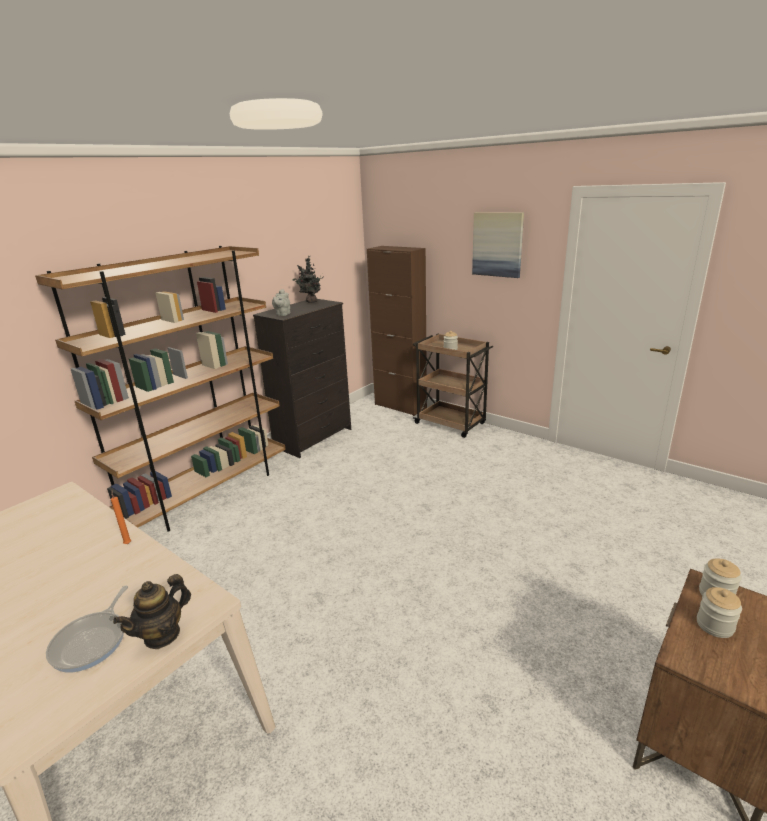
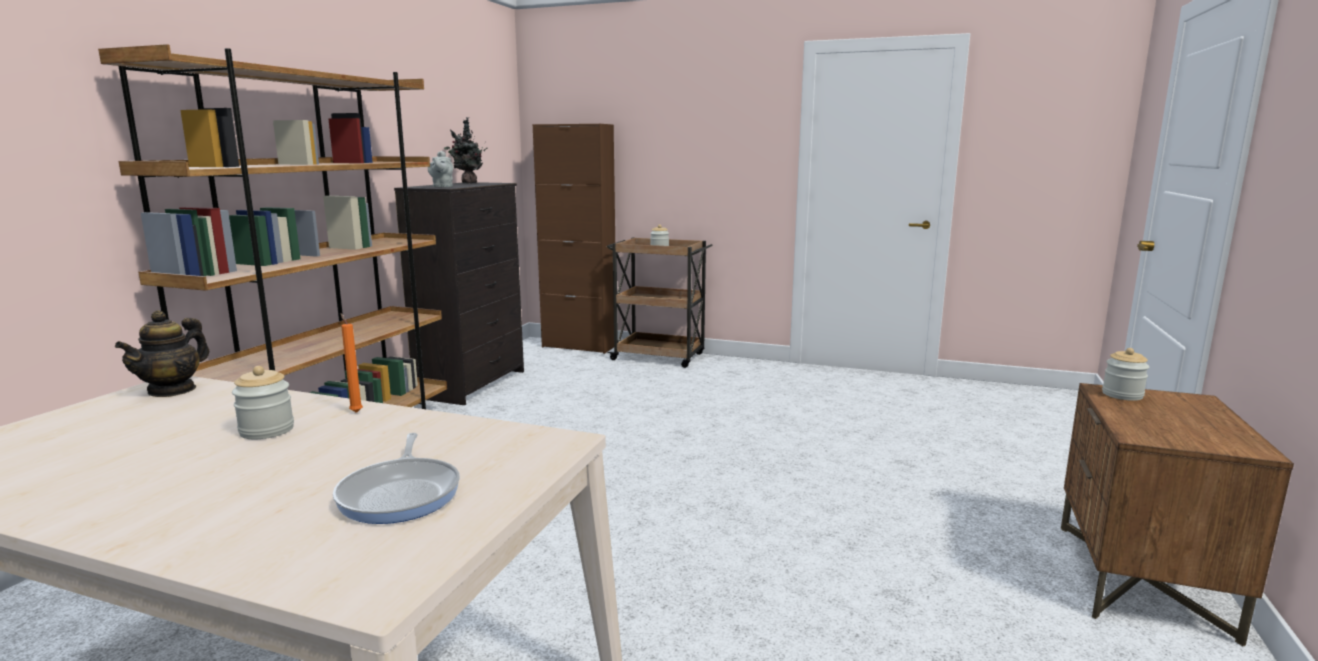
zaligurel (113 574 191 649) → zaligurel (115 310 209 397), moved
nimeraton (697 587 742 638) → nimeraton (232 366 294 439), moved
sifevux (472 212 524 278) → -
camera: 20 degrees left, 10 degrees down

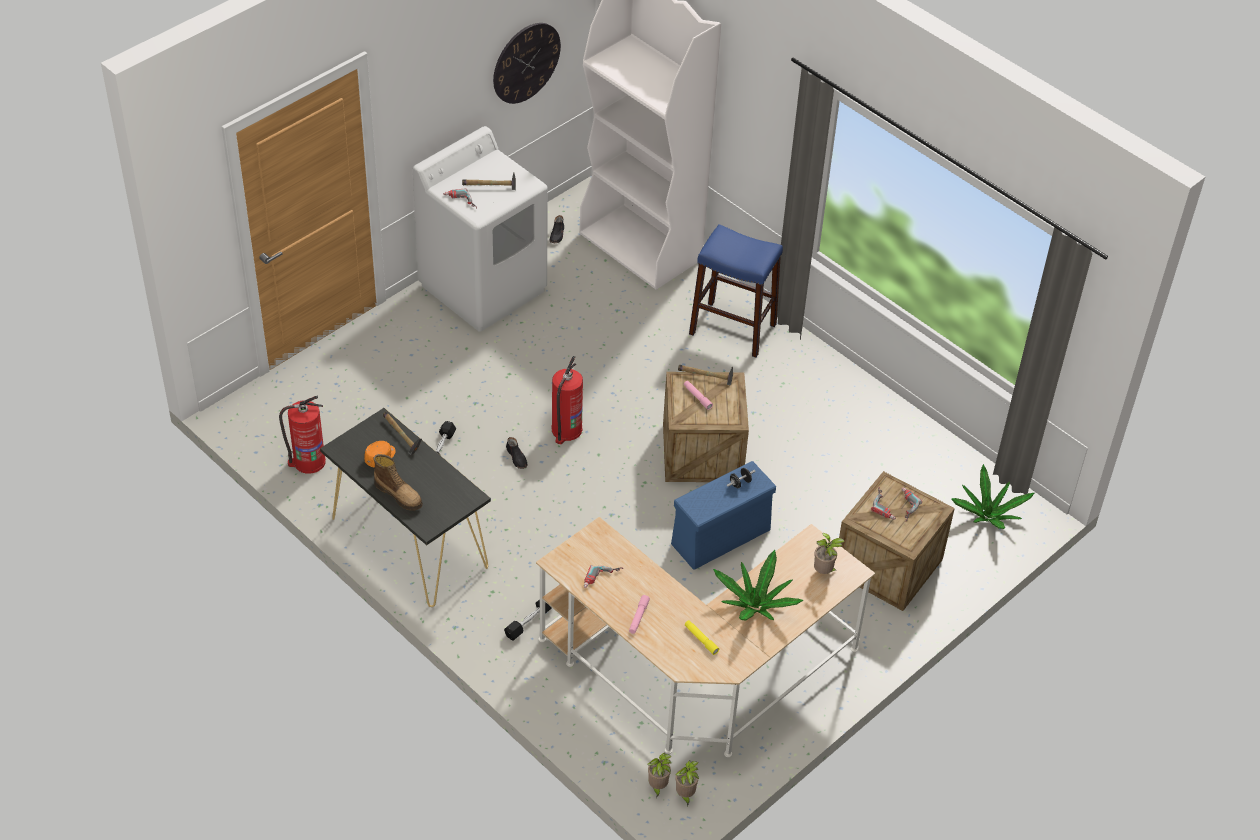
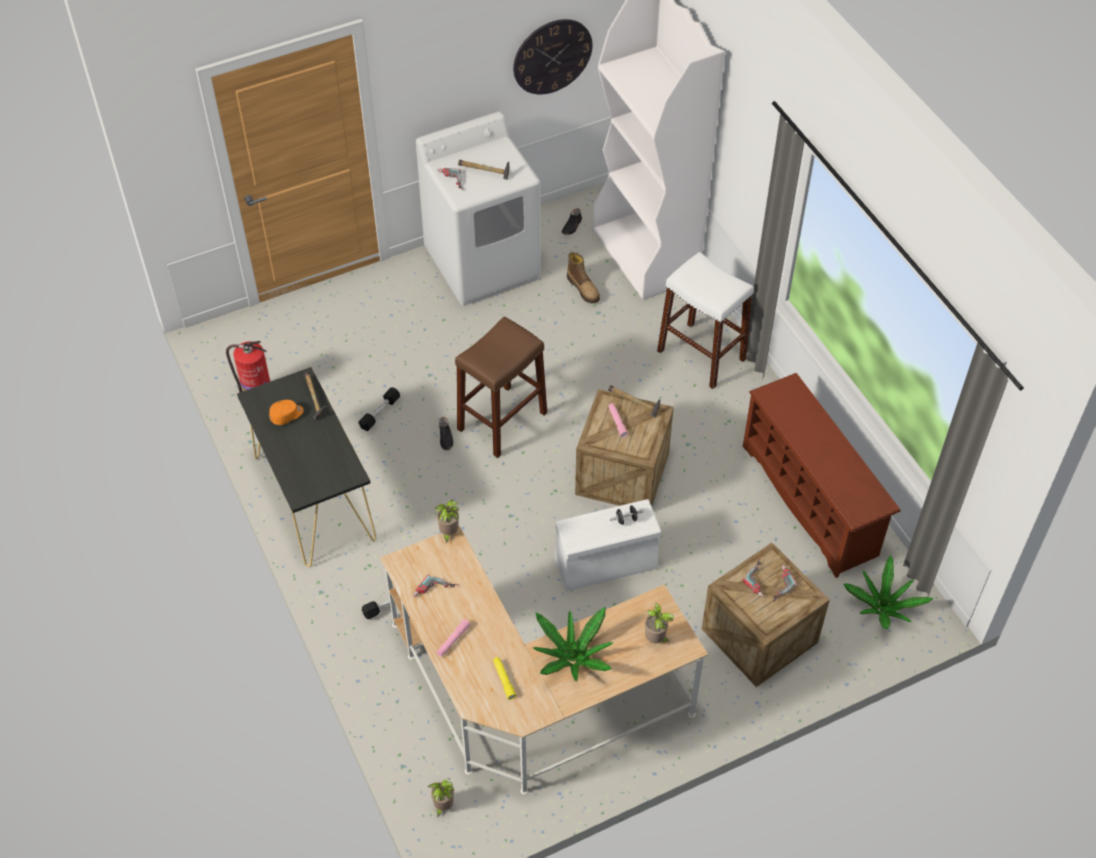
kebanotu (675 760 699 806) → kebanotu (435 500 459 543), moved
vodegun (552 356 583 444) → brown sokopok (455 316 547 458)
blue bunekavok (671 461 776 570) → white bunekavok (555 499 661 591)
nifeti (373 454 423 511) → nifeti (567 252 600 304), moved
blue sokopok (689 224 783 358) → white sokopok (657 252 754 389)
- → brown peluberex (743 373 901 578)
camera: 20 degrees right, 5 degrees up

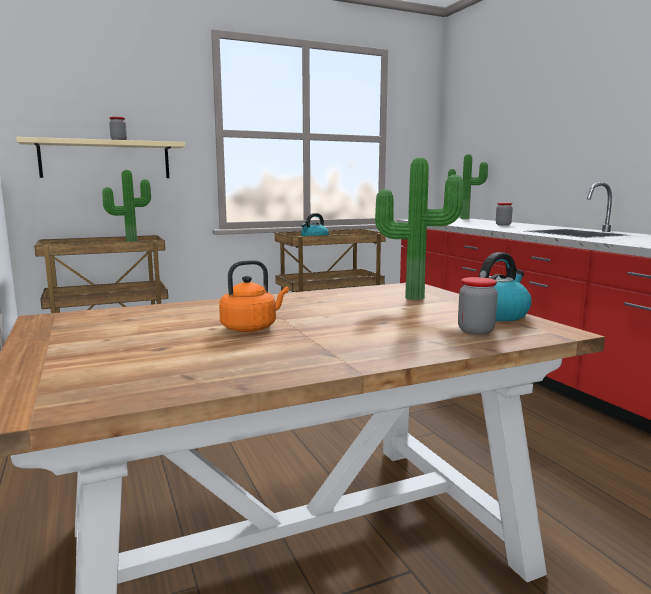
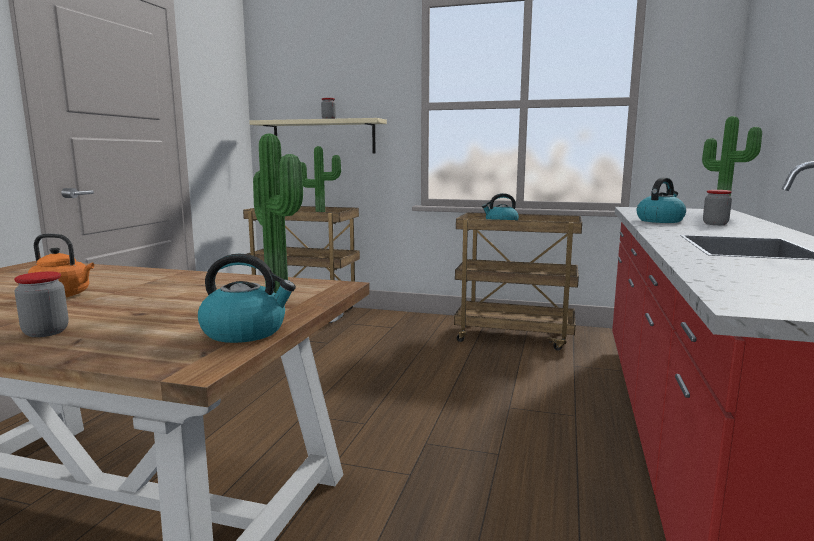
nimeraton (458 277 498 335) → nimeraton (14 271 69 337), moved
- → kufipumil (637 177 686 223)
camera: 40 degrees right, 0 degrees up

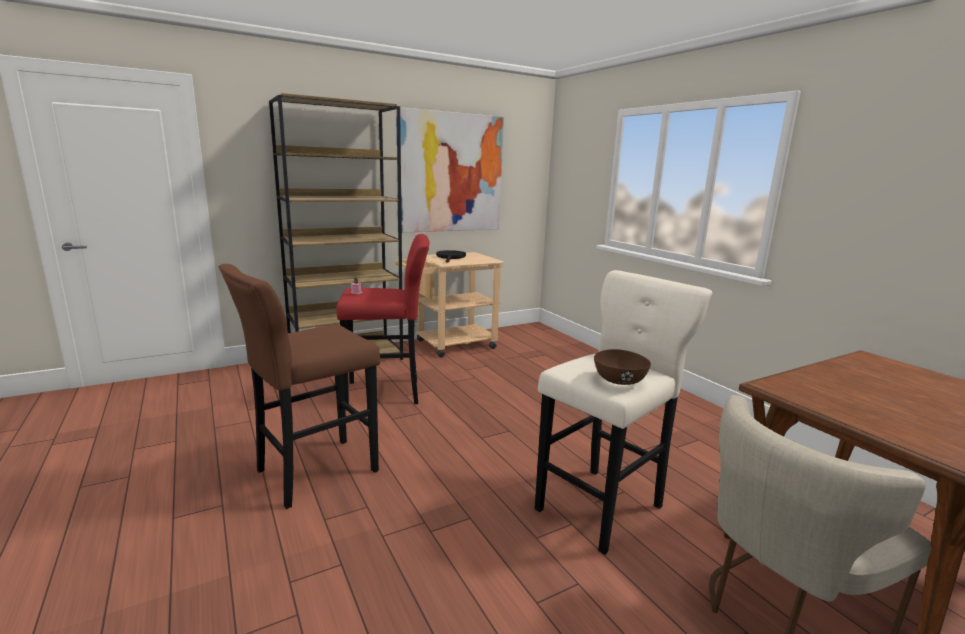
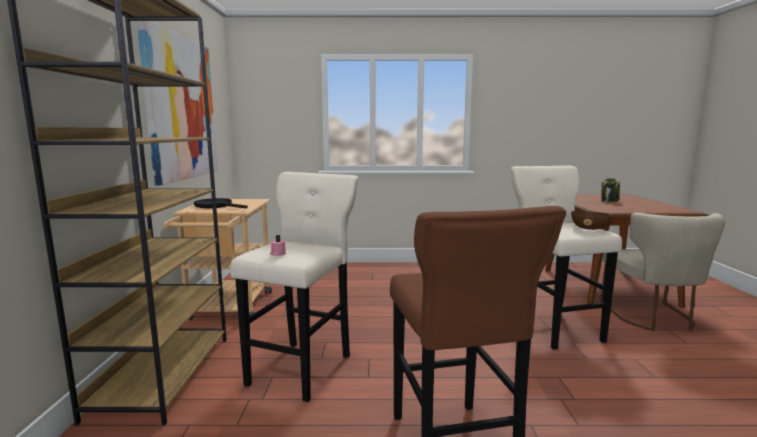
red sokopok (336 234 430 404) → beige sokopok (231 172 358 402)
- → nimeraton (602 178 620 202)
camera: 60 degrees left, 5 degrees down

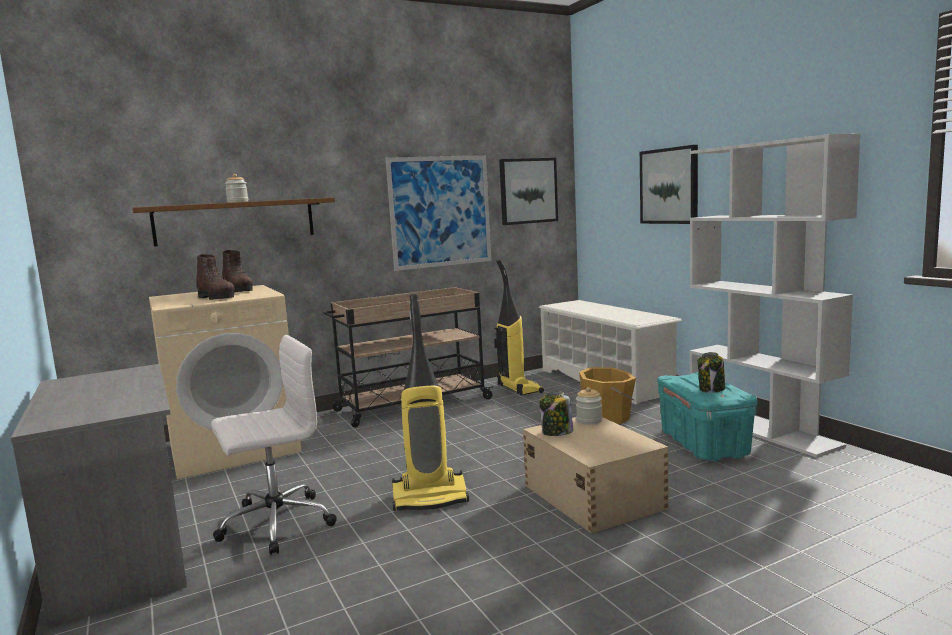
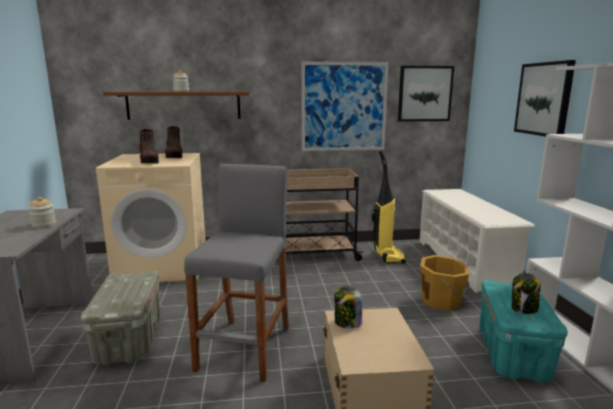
nimeraton (576 387 602 425) → nimeraton (28 197 56 228), moved
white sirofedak (211 335 337 555) → grey bunekavok (81 271 160 366)
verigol (392 294 469 511) → grey sokopok (184 164 289 382)
camera: 20 degrees right, 5 degrees up

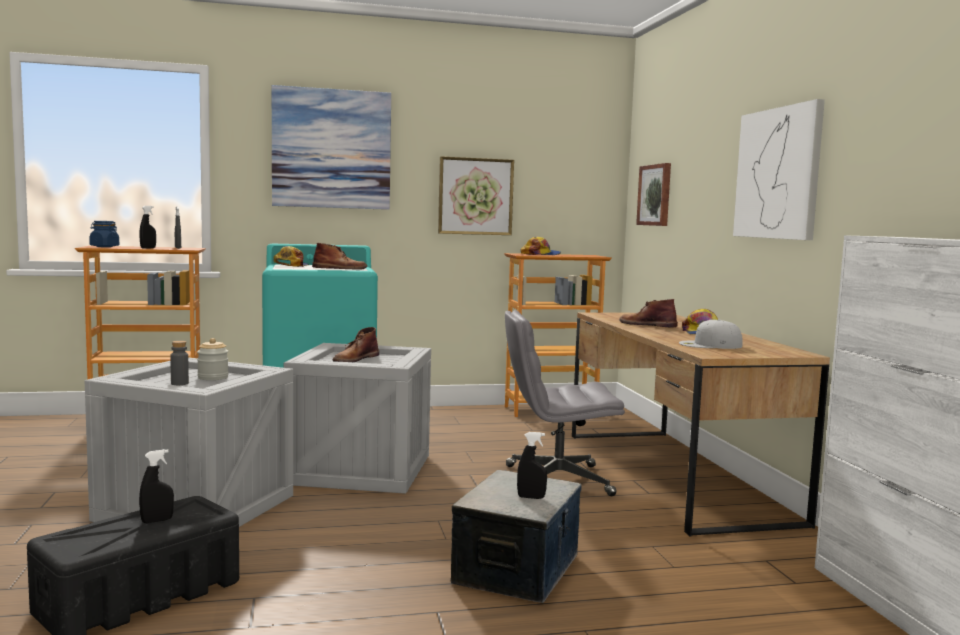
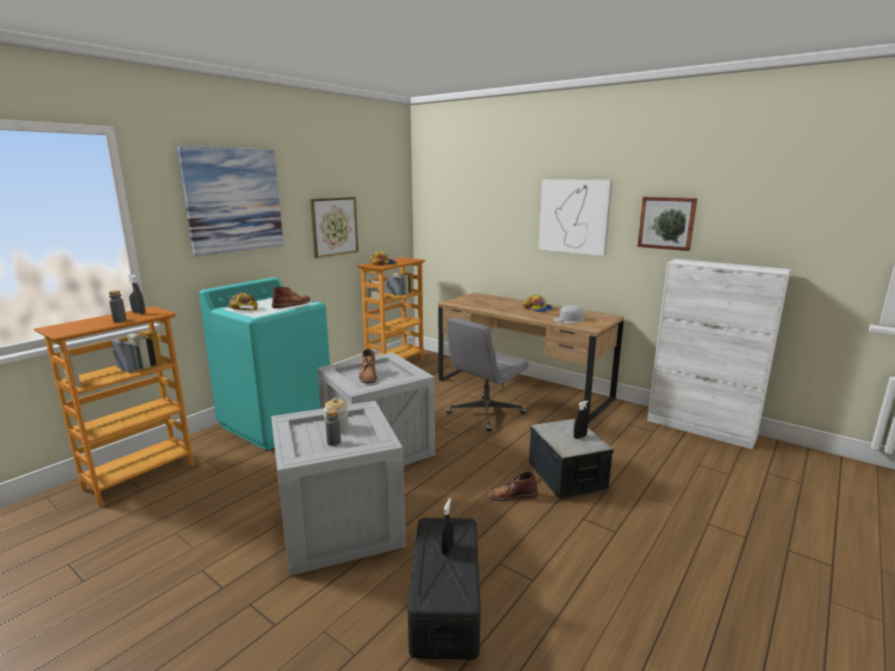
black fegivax (139 206 156 249) → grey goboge (109 290 127 322)
brown nifeti (619 299 678 327) → brown nifeti (487 471 538 501), moved
sifevux (636 163 671 226) → sifevux (638 197 697 251), moved
blue nimeraton (89 221 119 247) → -
camera: 40 degrees left, 10 degrees up

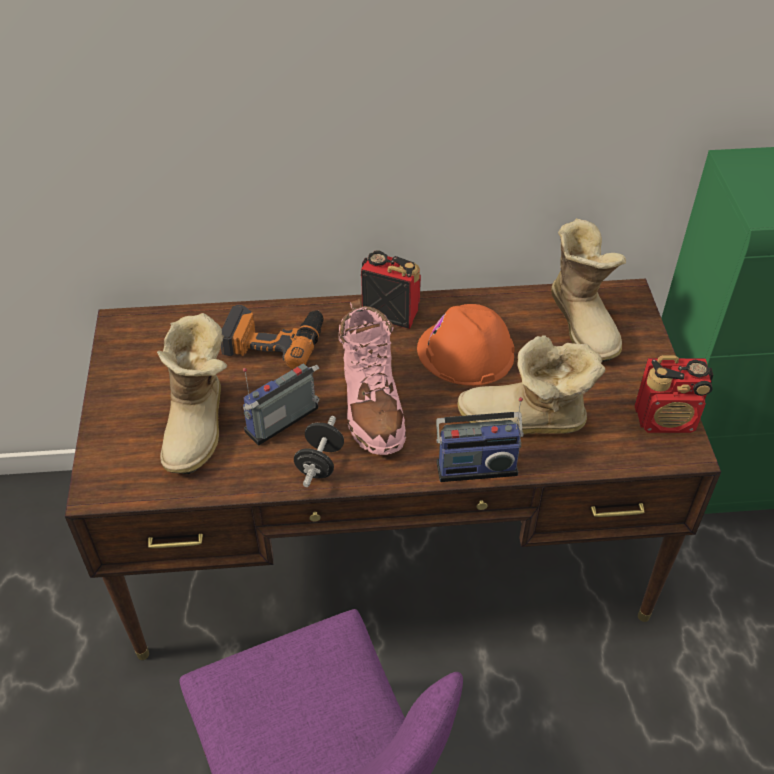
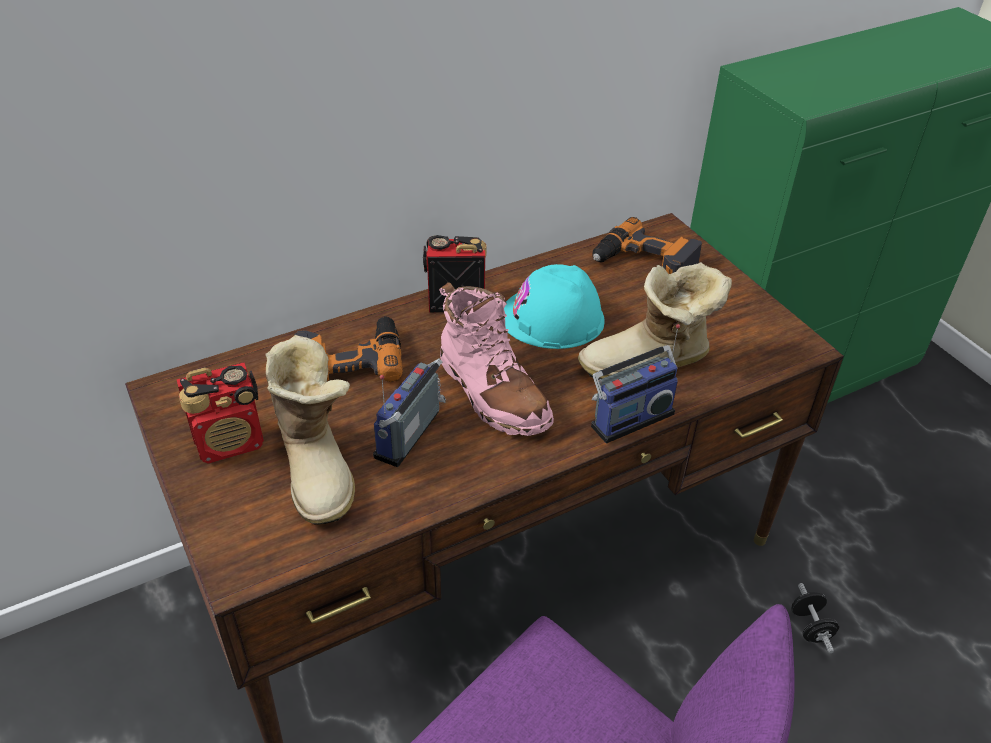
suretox (634 355 713 433) → suretox (177 362 264 464), moved
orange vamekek (417 304 515 386) → turquoise vamekek (504 264 604 349)
nifeti (551 218 626 362) → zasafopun (592 217 702 274)
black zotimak (294 416 344 487) → black zotimak (791 583 839 653), moved
camera: 25 degrees left, 5 degrees down

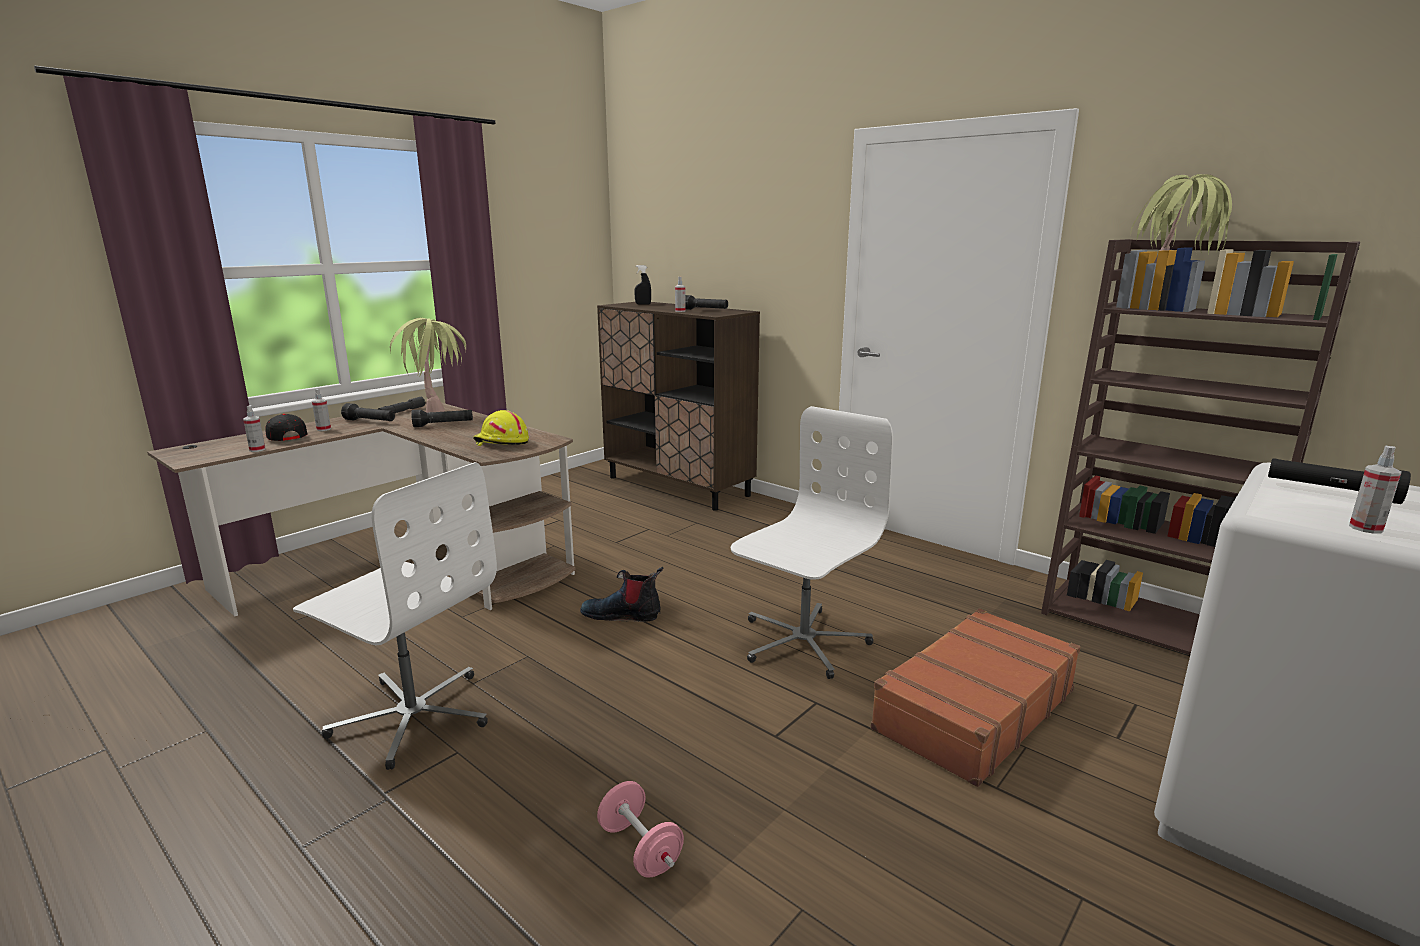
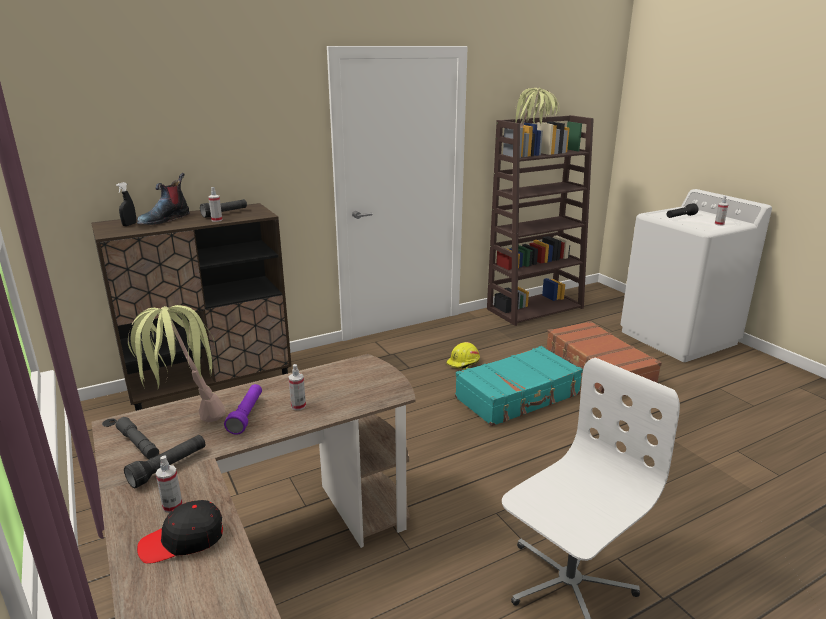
nifeti (580 567 663 622) → nifeti (137 173 190 225), moved
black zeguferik (411 410 473 427) → purple zeguferik (224 384 262 435)
fegivax (243 405 266 452) → fegivax (288 364 306 410), moved
yellow vamekek (473 410 529 446) → yellow vamekek (446 342 480 370), moved
white sirofedak (731 406 893 679) → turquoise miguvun (455 346 583 426)
pink zotimak (597 781 684 878) → -
camera: 70 degrees left, 5 degrees up

